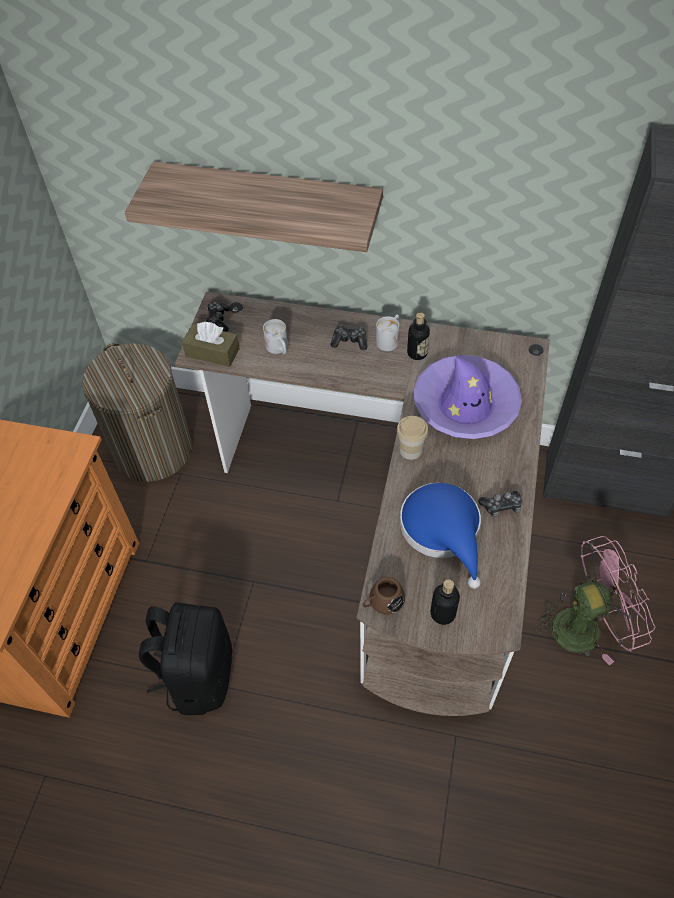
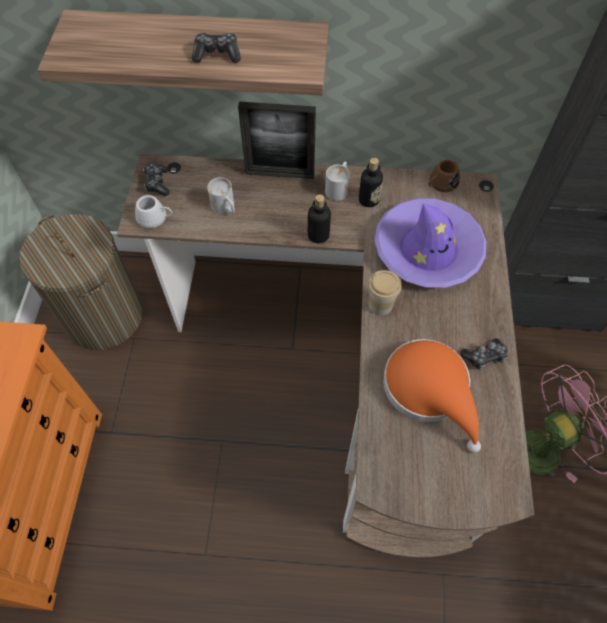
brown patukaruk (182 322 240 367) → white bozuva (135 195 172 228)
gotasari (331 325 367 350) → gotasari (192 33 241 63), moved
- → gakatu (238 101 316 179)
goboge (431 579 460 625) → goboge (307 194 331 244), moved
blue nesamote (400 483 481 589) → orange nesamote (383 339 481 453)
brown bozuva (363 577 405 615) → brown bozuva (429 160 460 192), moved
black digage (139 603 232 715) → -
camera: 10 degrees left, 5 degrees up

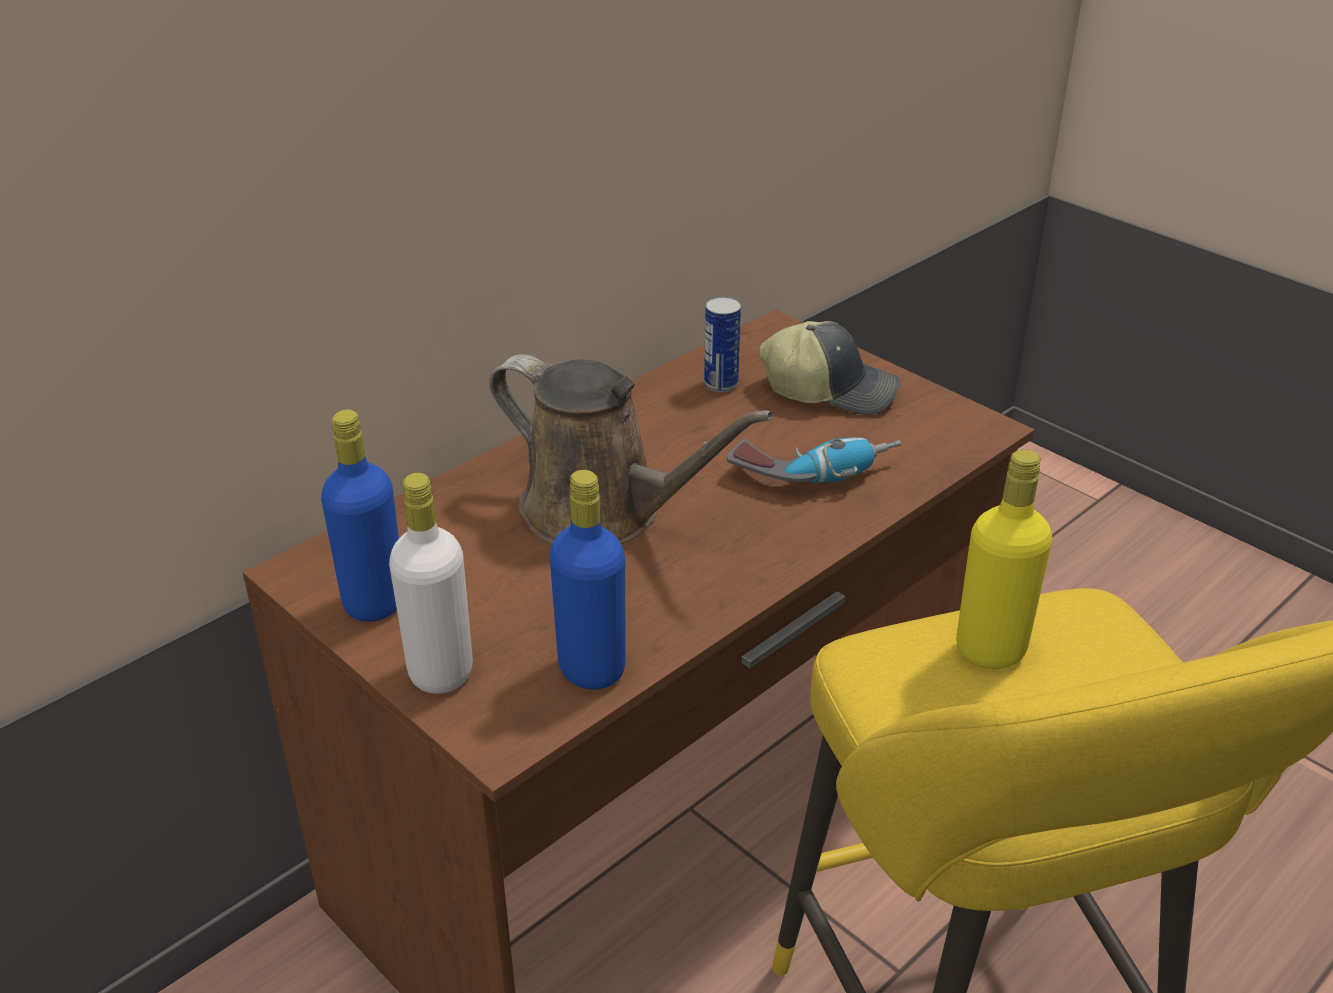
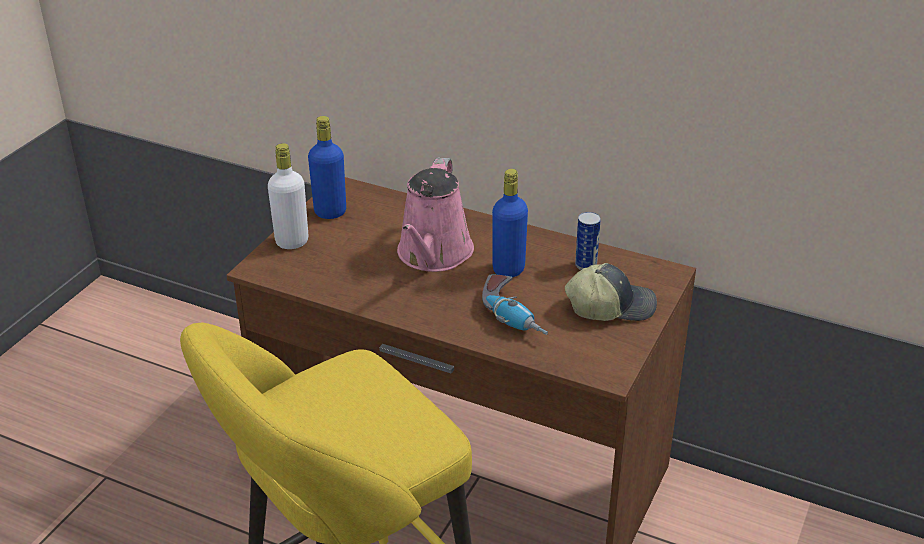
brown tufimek (489 354 773 545) → pink tufimek (397 158 474 272)
blue goboge (549 470 626 690) → blue goboge (492 169 528 277), moved
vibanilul (759 321 900 415) → vibanilul (565 263 657 321), 90 degrees counterclockwise
yellow goboge (956 449 1052 669) → -
camera: 70 degrees right, 0 degrees up

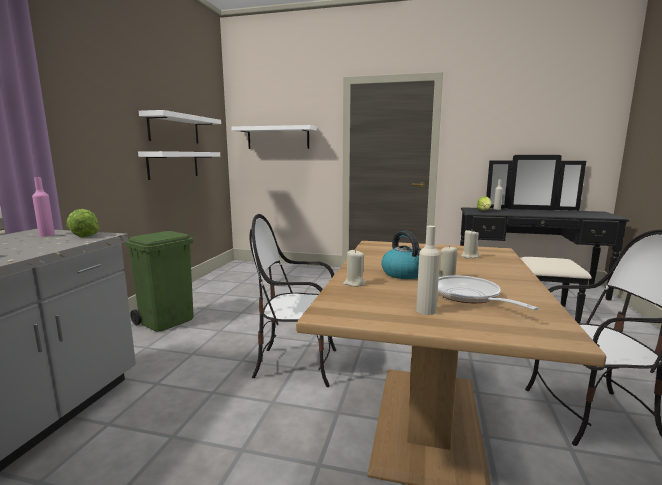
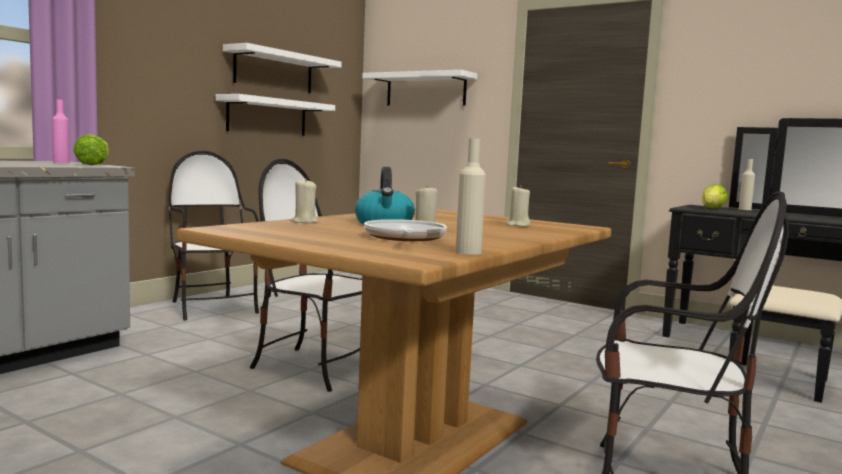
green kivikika (125 231 194 331) → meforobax (169 151 259 321)
beige goboge (416 226 440 315) → beige goboge (456 138 486 254), moved
camera: 20 degrees right, 5 degrees down

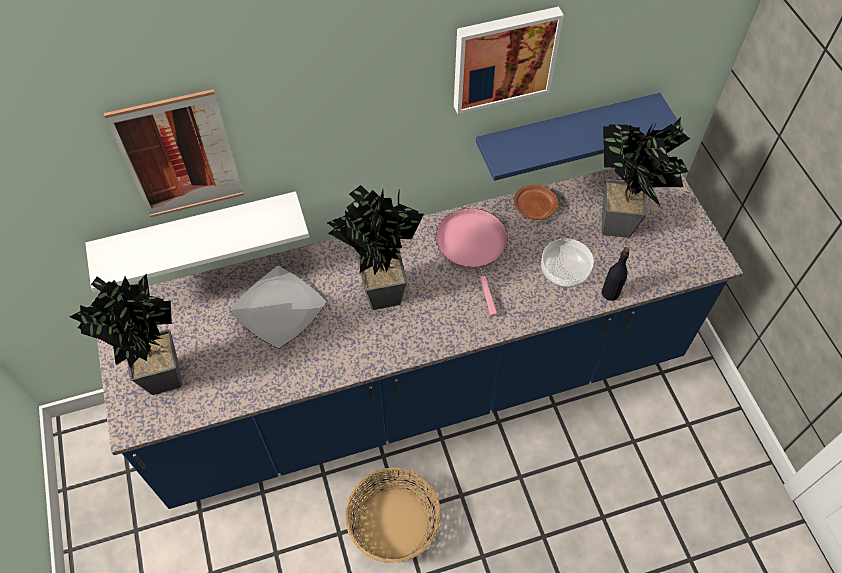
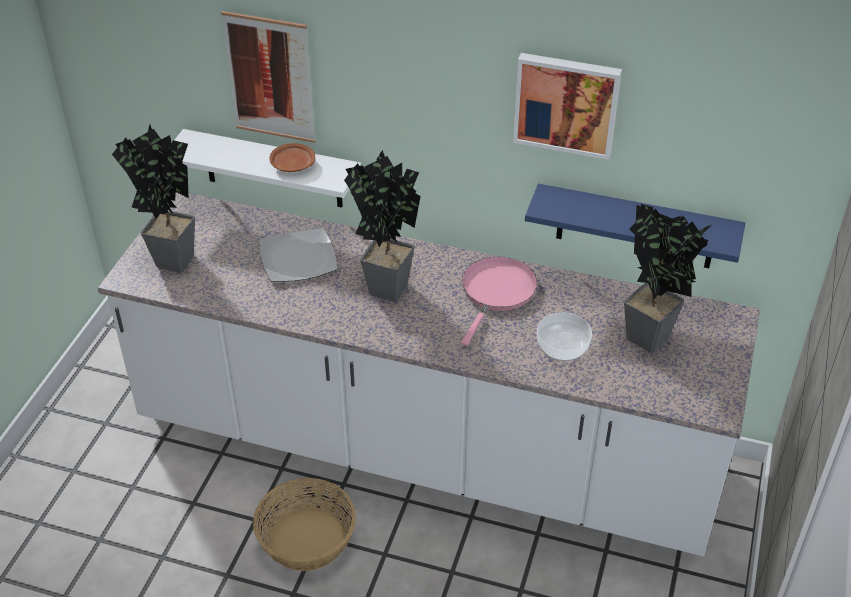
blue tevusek (92 154 743 509) → white tevusek (98 192 760 556)
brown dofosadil (514 185 558 220) → brown dofosadil (269 143 315 172), moved
black goboge (602 247 630 301) → -
camera: 35 degrees right, 15 degrees down

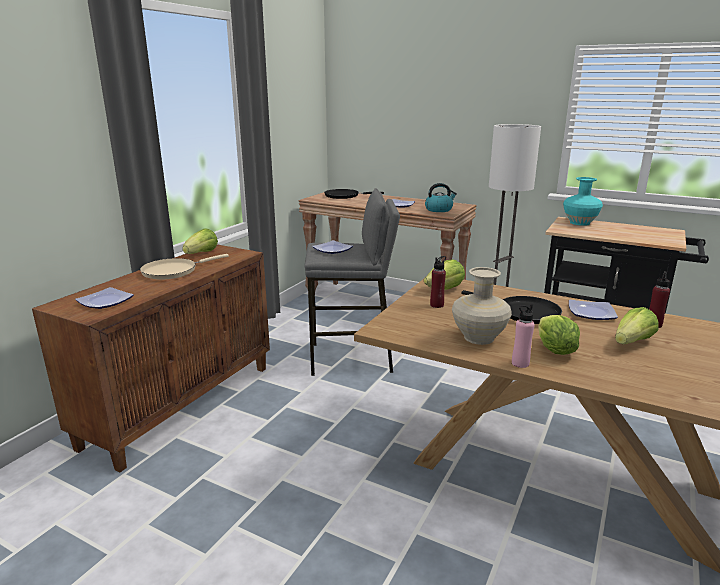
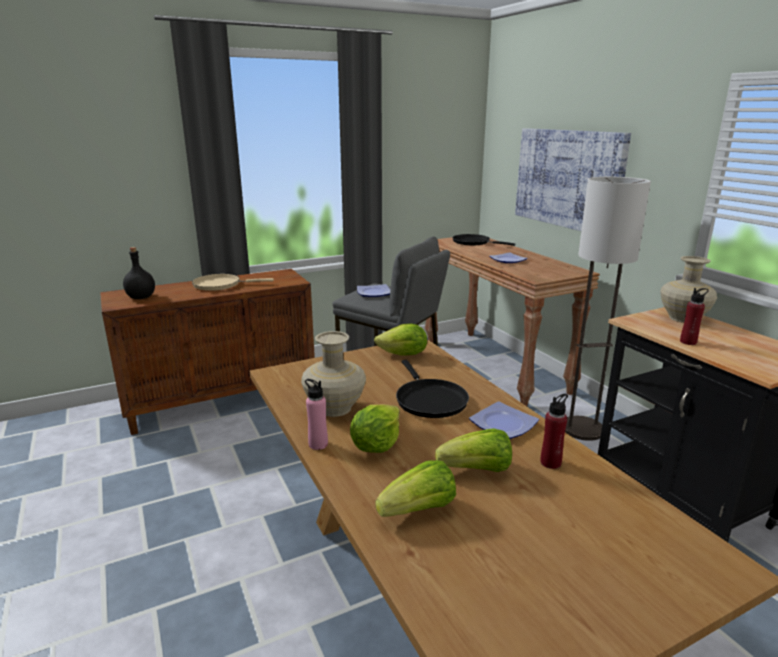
dofosadil (75 287 134 309) → black goboge (123 247 155 299)
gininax (182 228 218 254) → gininax (375 460 456 517), moved
- → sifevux (515 128 631 231)
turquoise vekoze (563 177 603 226) → beige vekoze (660 256 717 323)
red goboge (430 256 446 308) → red goboge (680 288 709 345), moved
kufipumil (425 183 457 212) → -
camera: 35 degrees right, 0 degrees up

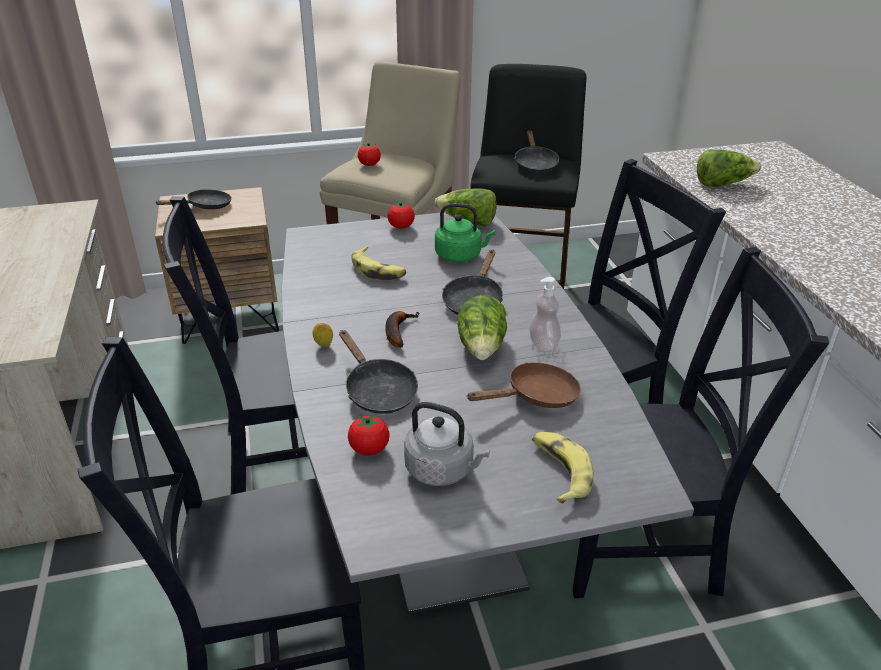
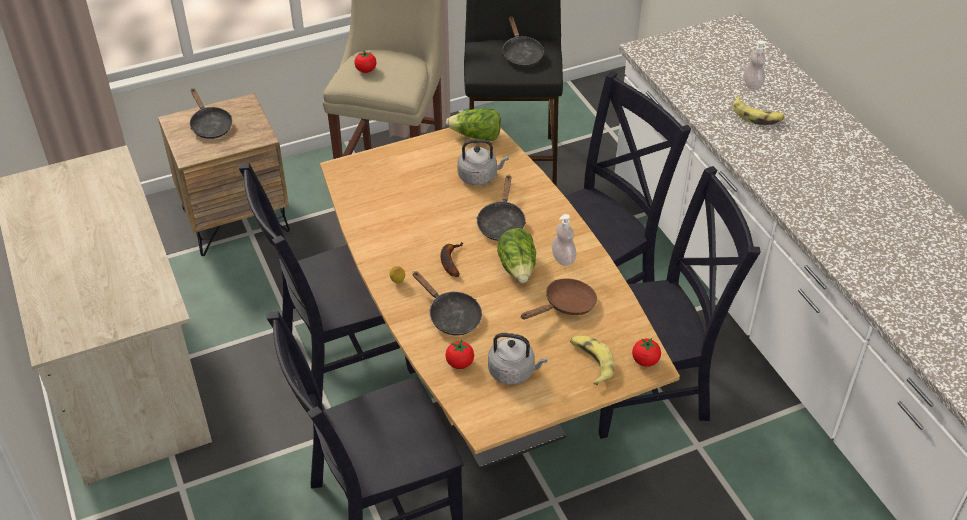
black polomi (156 189 232 209) → black polomi (190 88 232 139), 105 degrees clockwise
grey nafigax (282 212 694 615) → brown nafigax (320 128 680 470)
green kufipumil (435 203 496 262) → grey kufipumil (457 139 509 185)
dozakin (387 201 415 229) → dozakin (632 338 661 367), moved
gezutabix (352 246 407 280) → gezutabix (733 95 785 125), moved
- → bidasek (744 40 767 90)
gininax (697 150 762 187) → -
camera: 10 degrees left, 10 degrees up

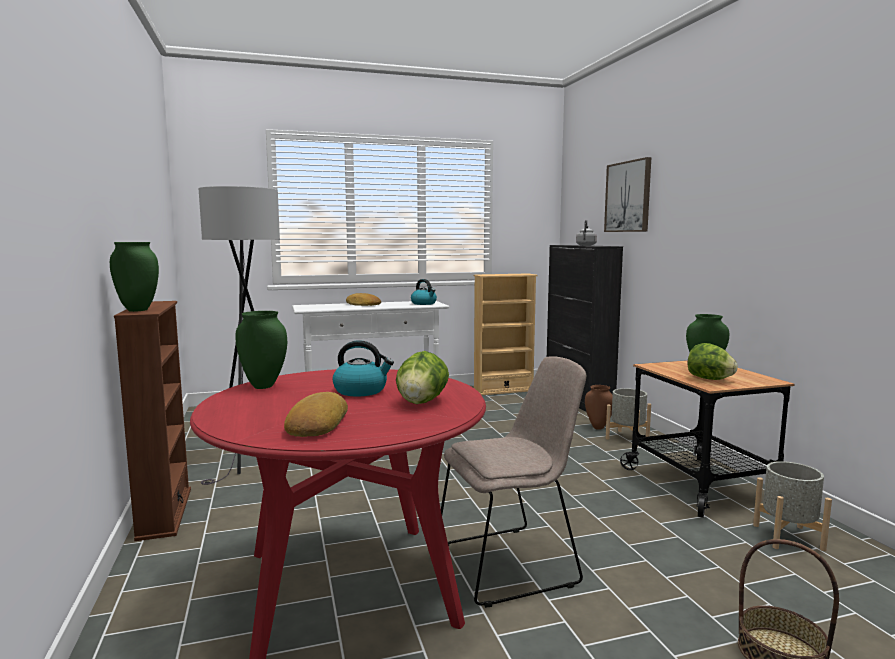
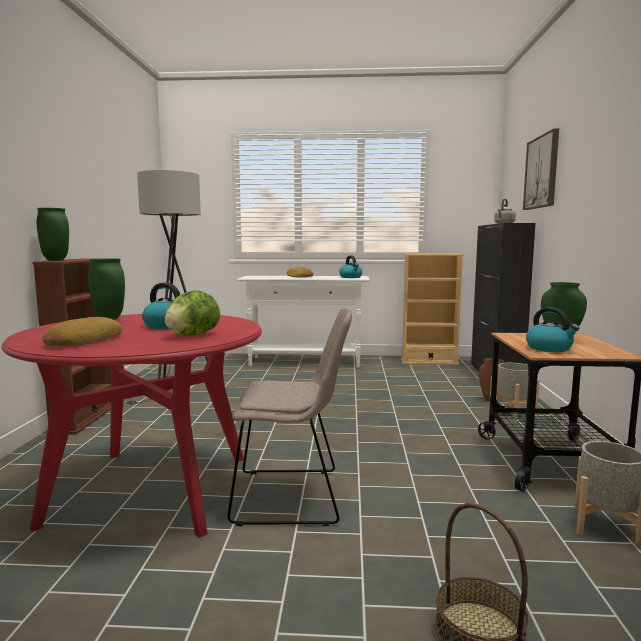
gininax (688 343 738 380) → kufipumil (526 307 579 352)
camera: 20 degrees right, 0 degrees up

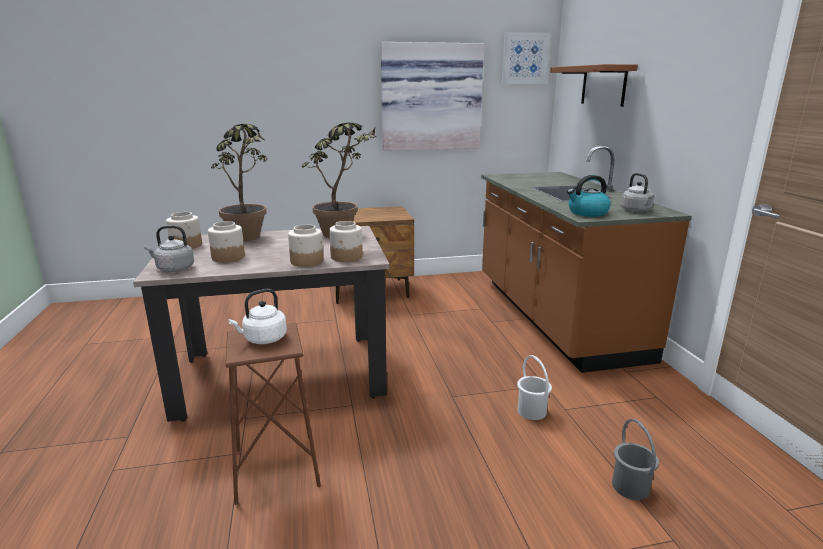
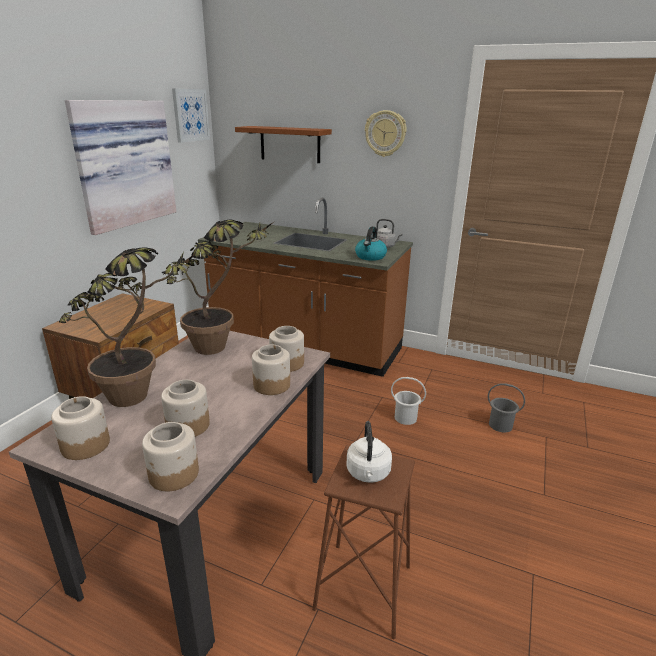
grey kufipumil (144 225 194 272) → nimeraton (142 422 199 491)
- → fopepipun (365 110 407 157)
camera: 55 degrees left, 5 degrees up

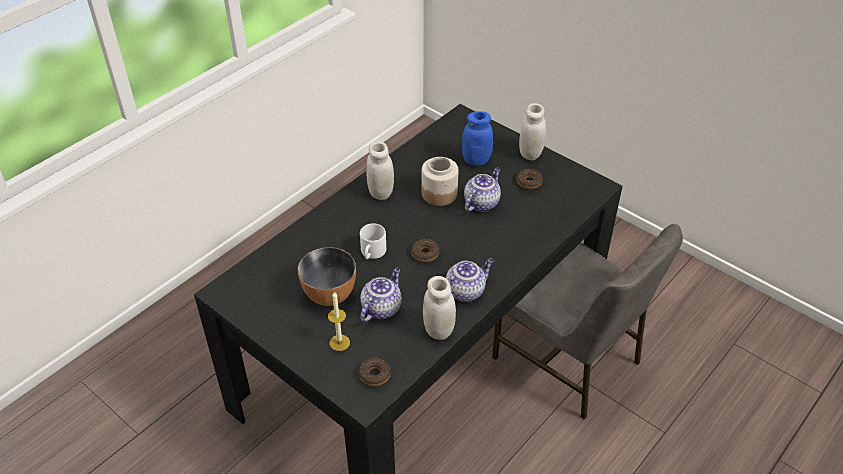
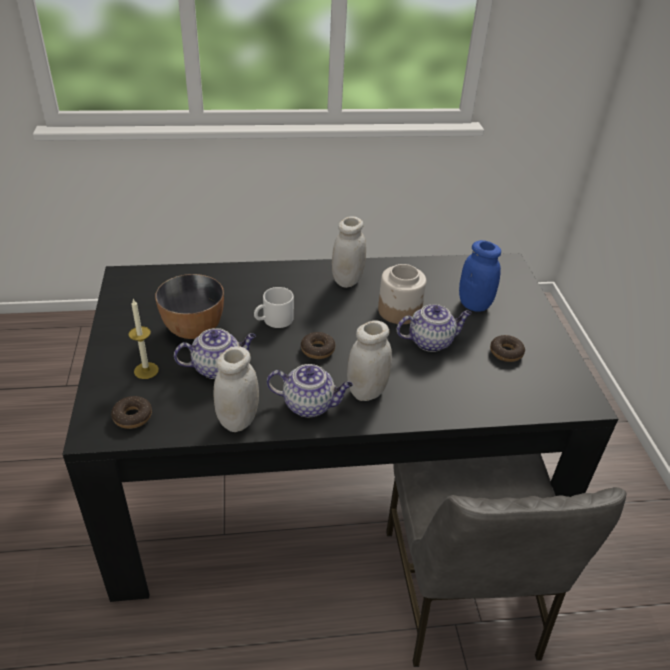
white nimeraton (519 103 546 160) → white nimeraton (347 320 392 401), moved
camera: 40 degrees right, 5 degrees down

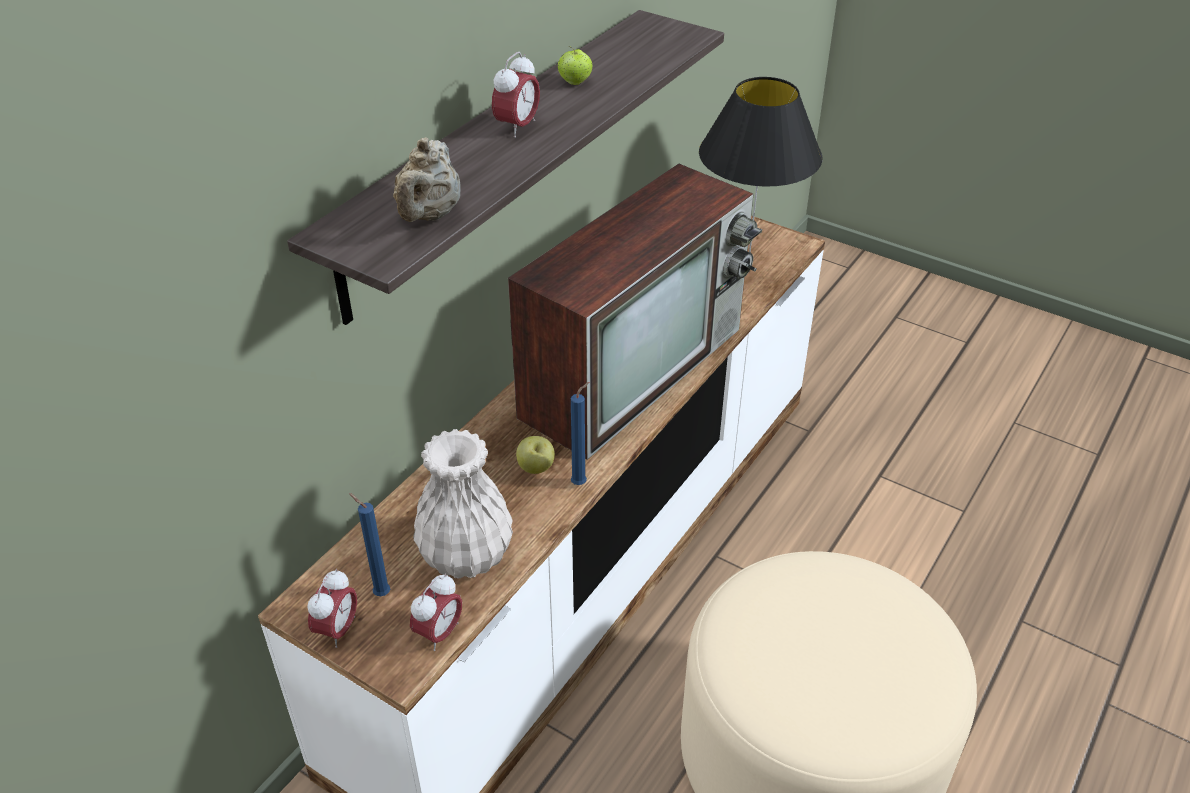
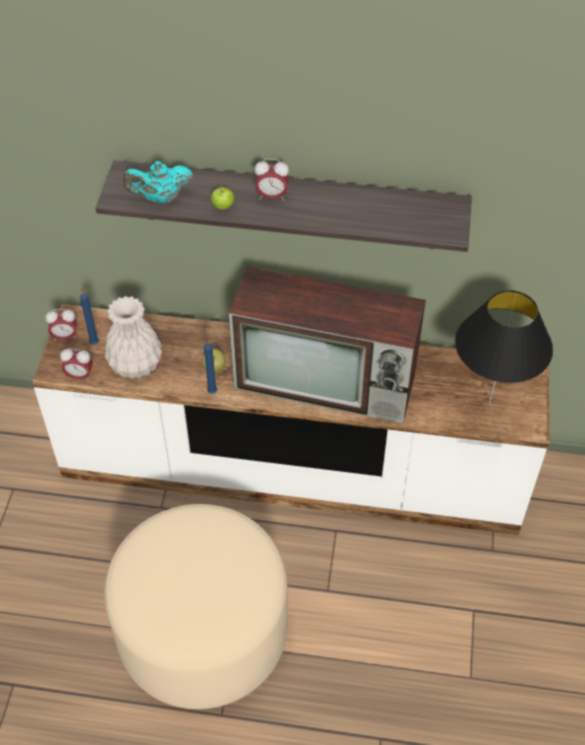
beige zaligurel (393 137 460 222) → turquoise zaligurel (123 161 193 204)
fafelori (558 46 593 85) → fafelori (211 186 235 210), moved
camera: 65 degrees right, 10 degrees up

